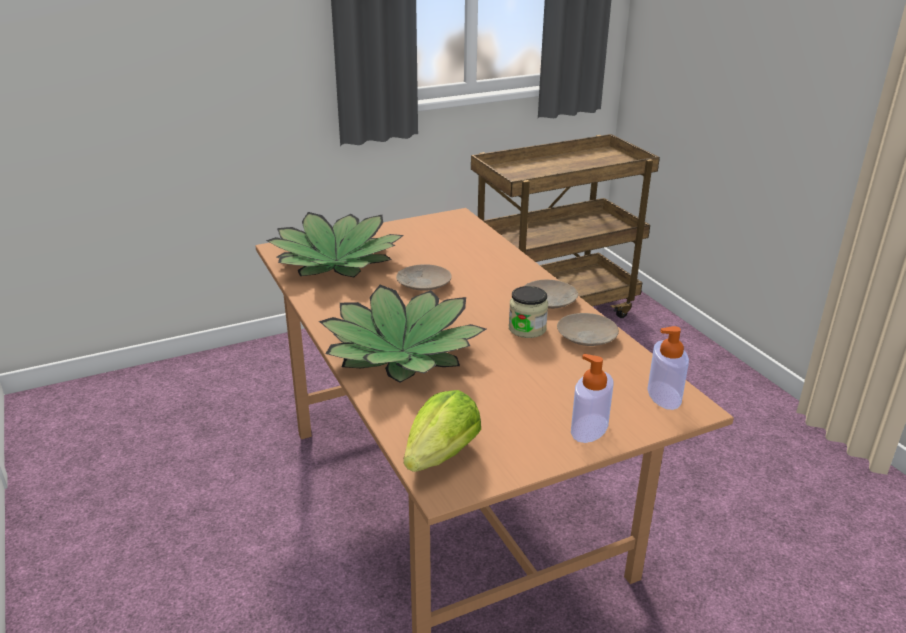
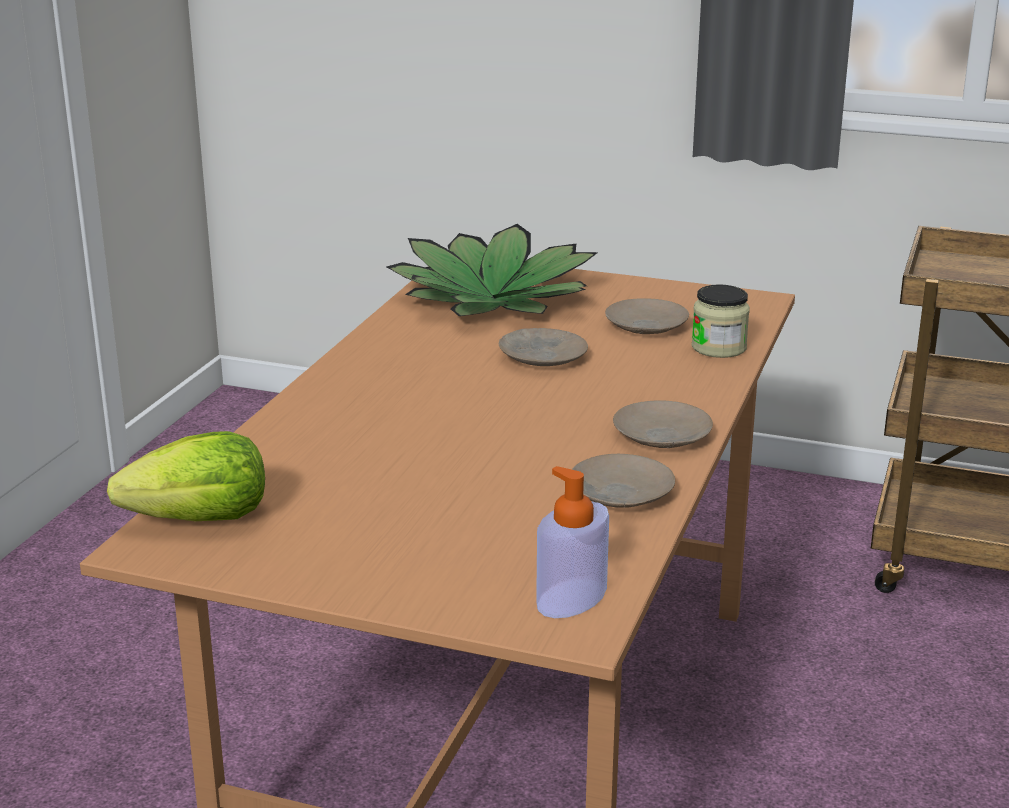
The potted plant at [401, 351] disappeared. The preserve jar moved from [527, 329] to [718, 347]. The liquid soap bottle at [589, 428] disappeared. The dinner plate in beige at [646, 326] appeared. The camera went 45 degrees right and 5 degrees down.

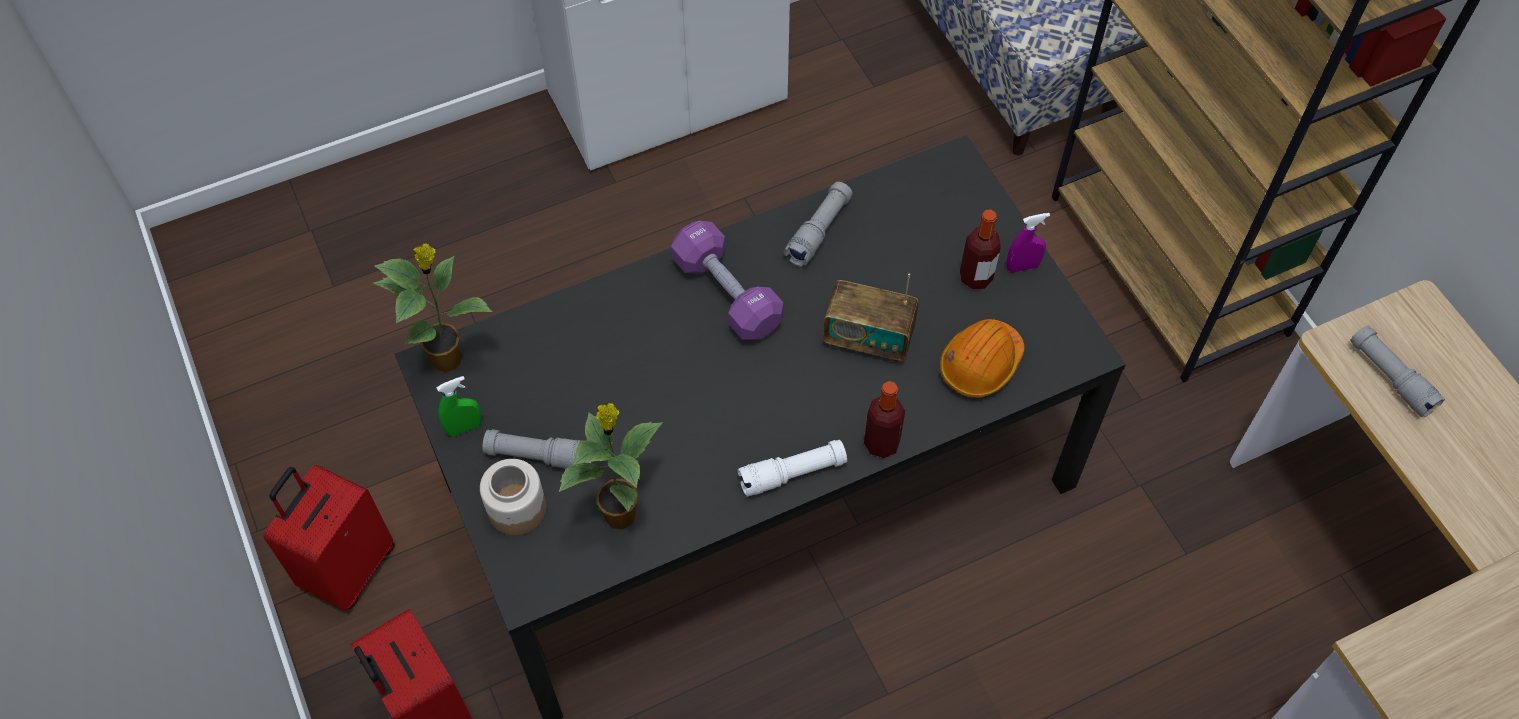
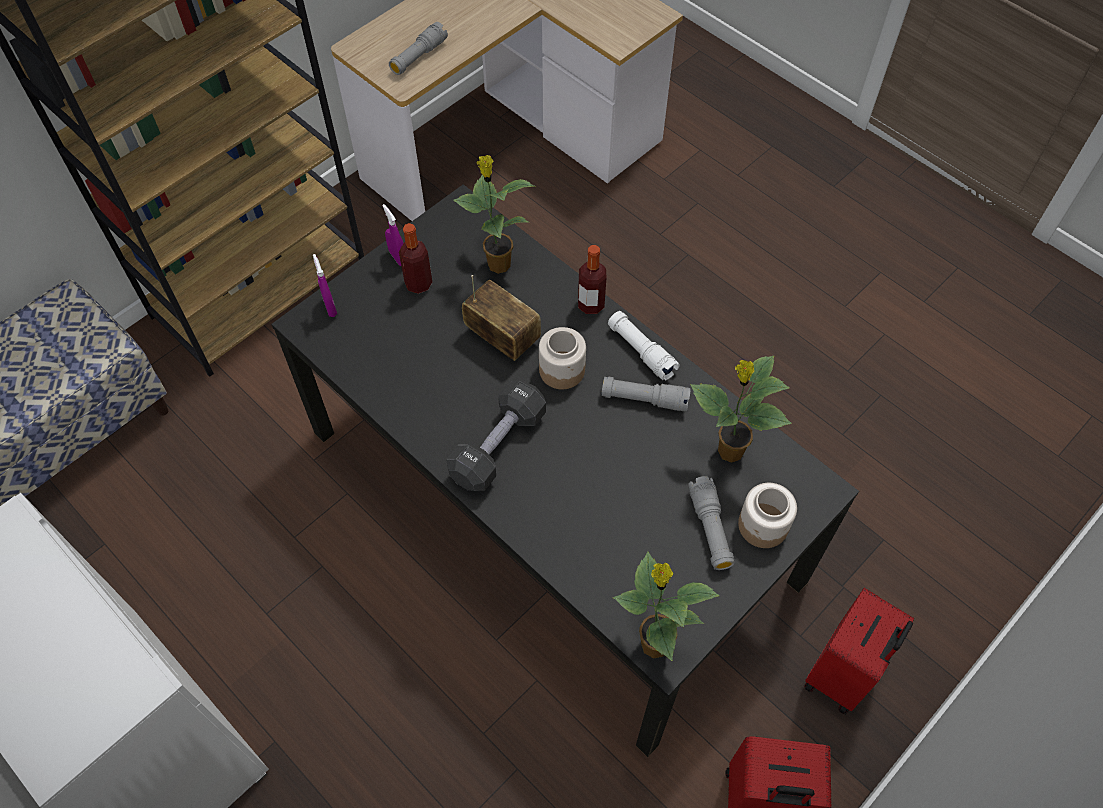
The flashlight in grey moved from [819, 231] to [644, 399]. The hand weight in purple-coloured at [727, 294] became the hand weight in blackish at [498, 446]. The radio set at [868, 338] turned 45 degrees counterclockwise. The work helmet in orangey at [980, 364] was replaced by the potted plant at [497, 263]. The hand sprayer in greenish at [464, 428] disappeared. The hand sprayer in purple-coloured at [330, 307] appeared. The preserve jar at [562, 370] appeared. The camera went 110 degrees left and 0 degrees up.

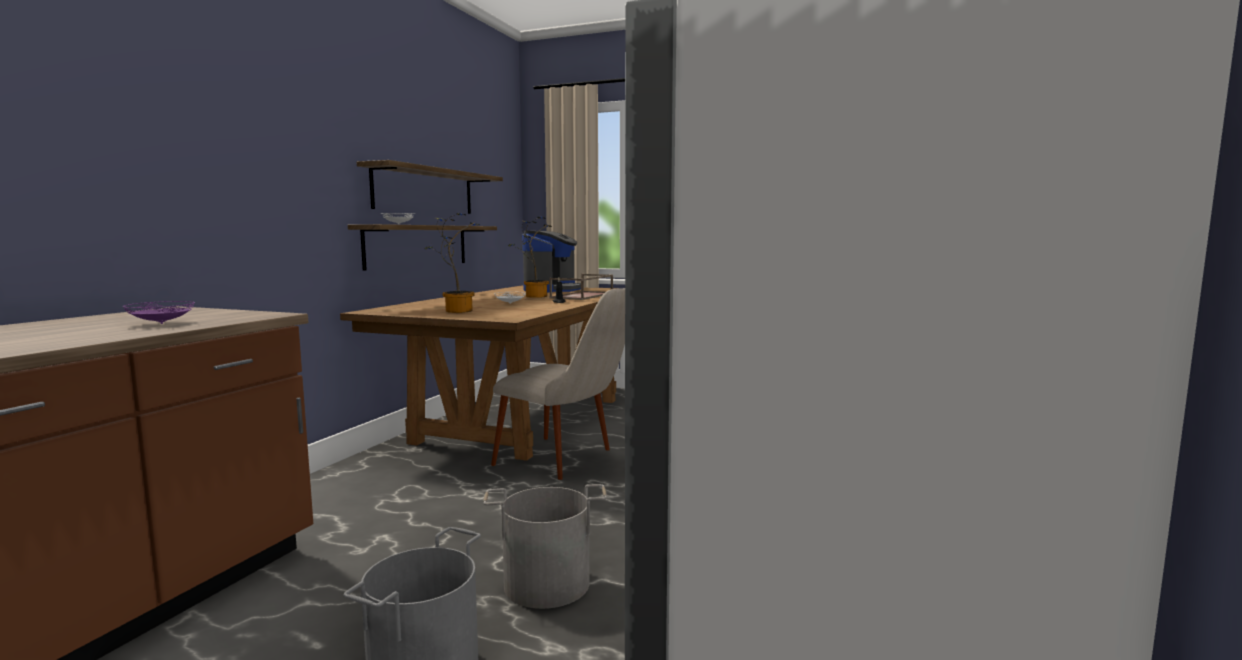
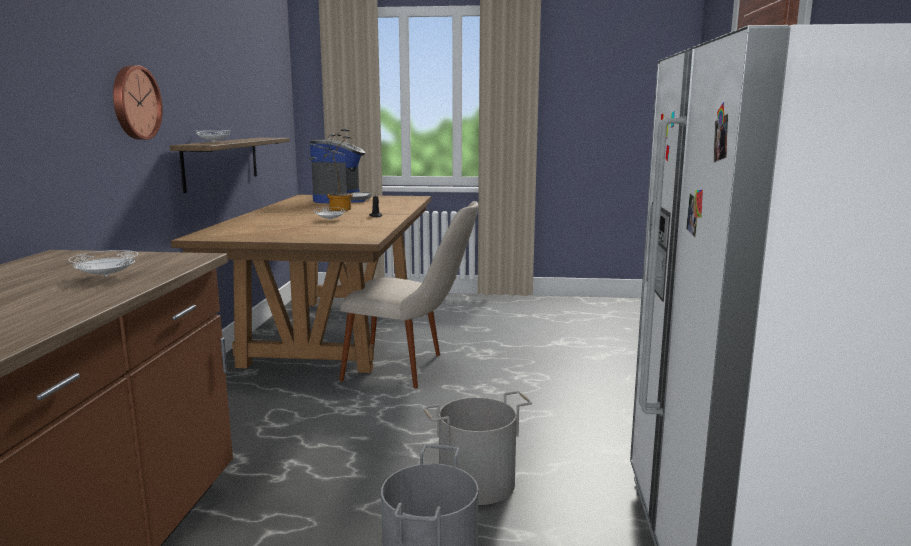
The wall shelf at [425, 191] disappeared. The potted plant at [455, 311] disappeared. The serving tray in brownish at [582, 296] disappeared. The dinner plate in purple-coloured at [161, 323] became the dinner plate in whitish at [106, 276]. The clock on the wall at [134, 103] appeared. The camera went 15 degrees left and 5 degrees up.

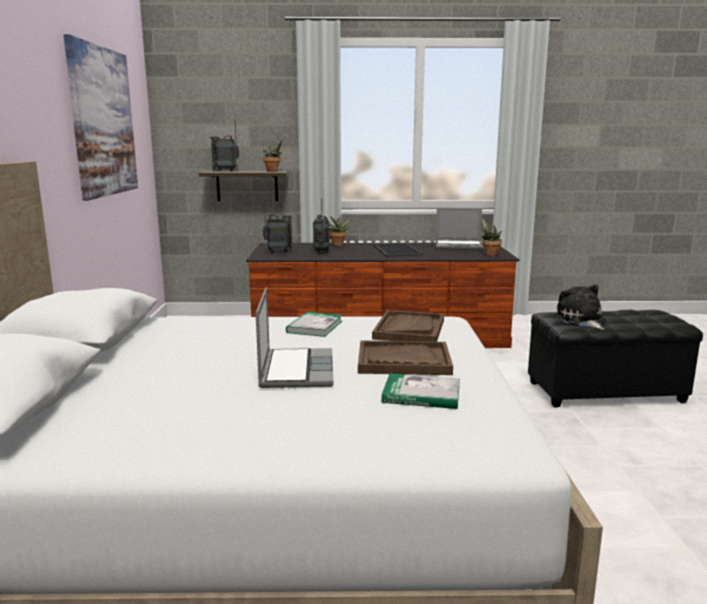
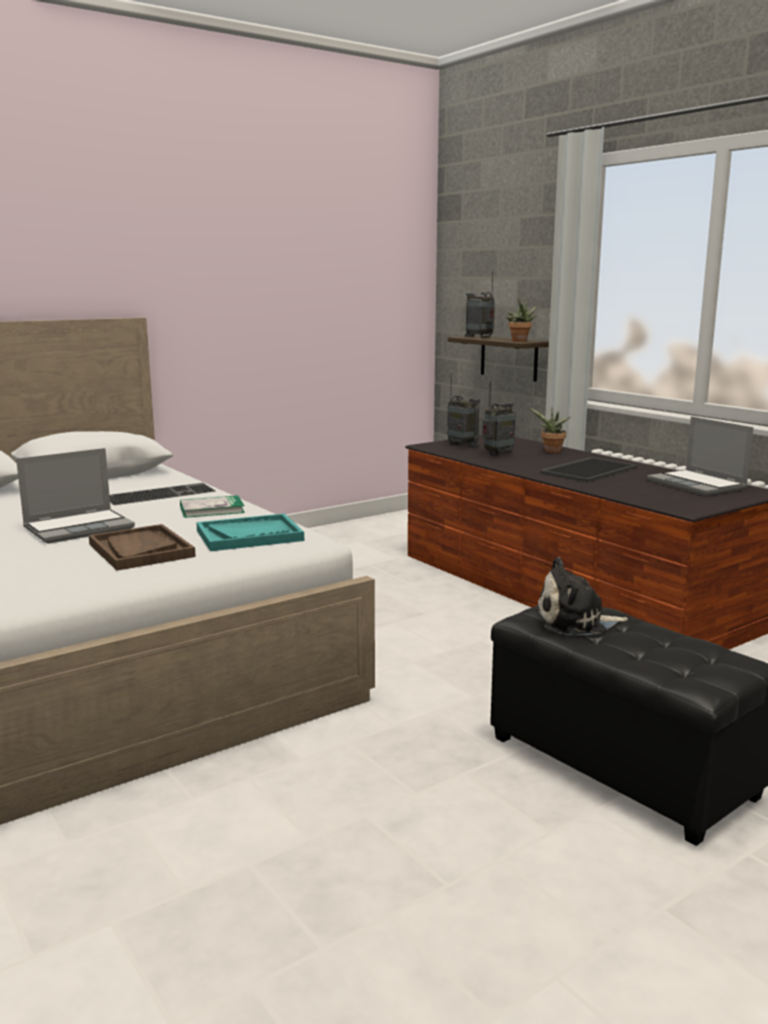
The wall picture at [103, 122] disappeared. The potted plant at [489, 254] disappeared. The cuddly toy at [581, 320] turned 135 degrees counterclockwise. The serving tray in brownish at [409, 329] became the serving tray in turquoise at [249, 535]. The volume at [421, 395] disappeared. The keyboard at [161, 494] appeared. The camera went 55 degrees right and 0 degrees up.

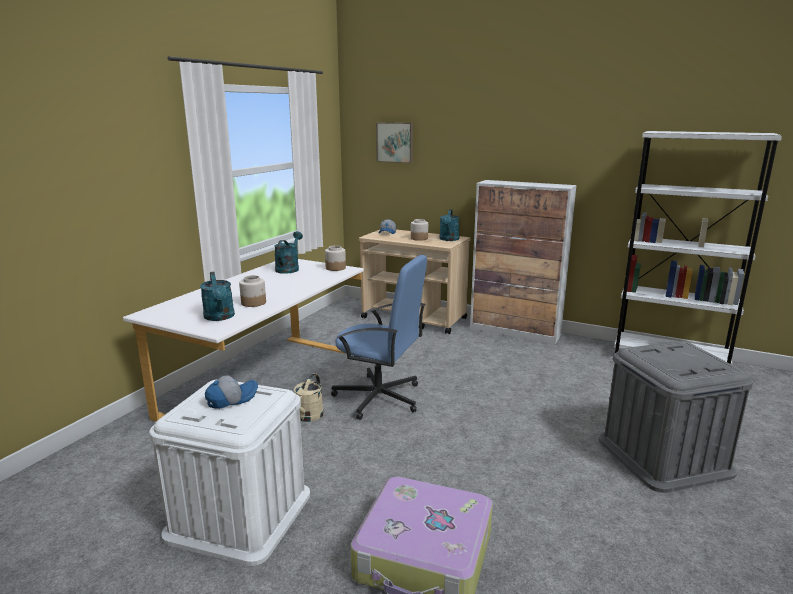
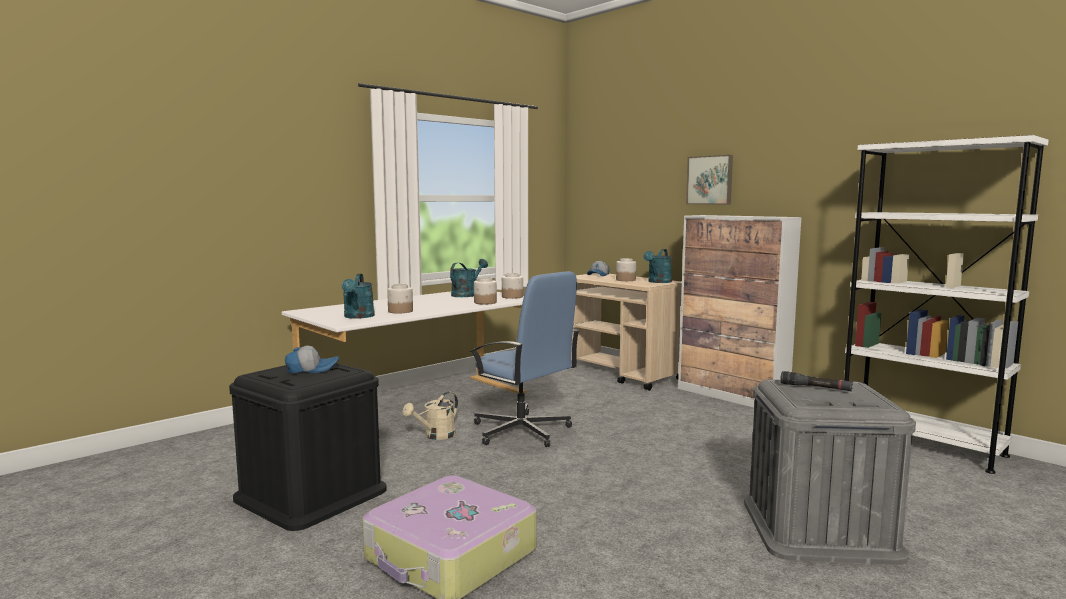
The wall picture moved from [395, 142] to [710, 180]. The storage bin in whitish at [239, 514] became the storage bin in blackish at [311, 494]. The preserve jar at [485, 302] appeared. The flashlight in blackish at [815, 387] appeared. The camera went 20 degrees right and 10 degrees down.

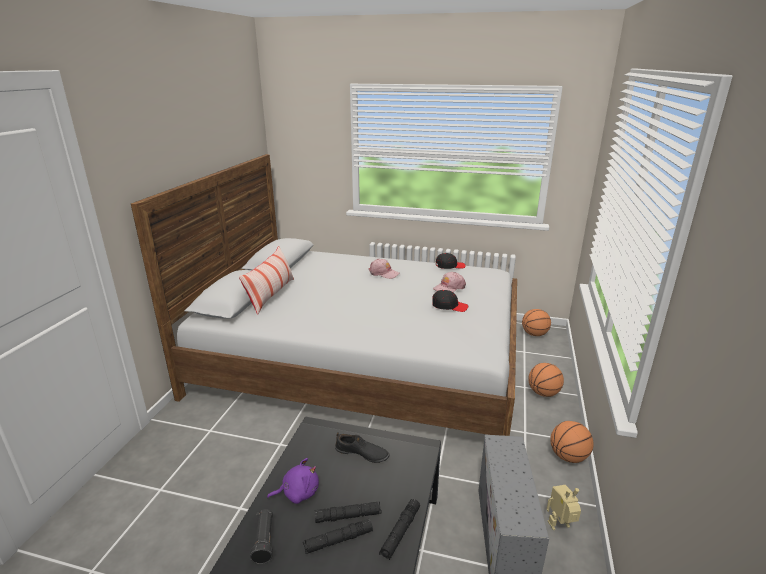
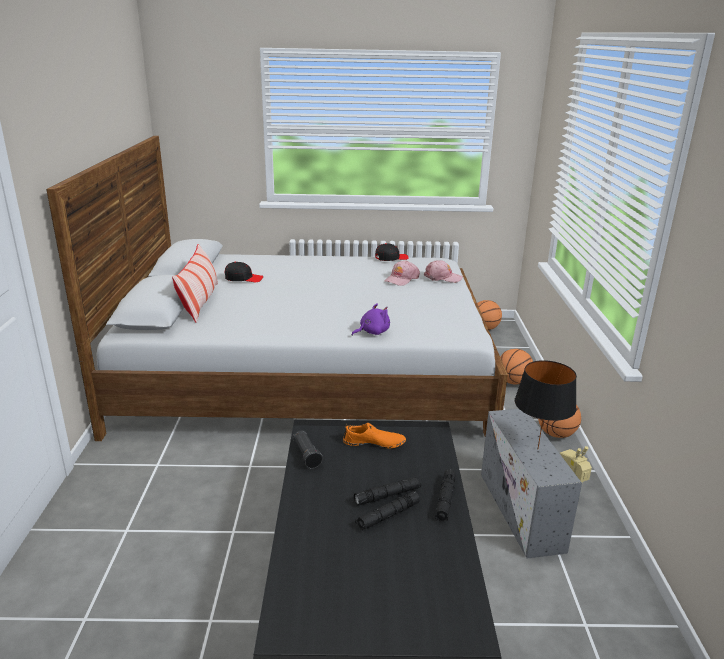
The cap in pink moved from [383, 273] to [442, 277]. The cap in blackish moved from [449, 306] to [243, 278]. The item of footwear in blackish at [362, 454] became the item of footwear in orangey at [374, 443]. The cuddly toy in purple-coloured moved from [298, 492] to [372, 332]. The flashlight in blackish moved from [264, 541] to [306, 455]. The tabletop lamp in blackish at [538, 449] appeared. The camera went 15 degrees left and 0 degrees up.

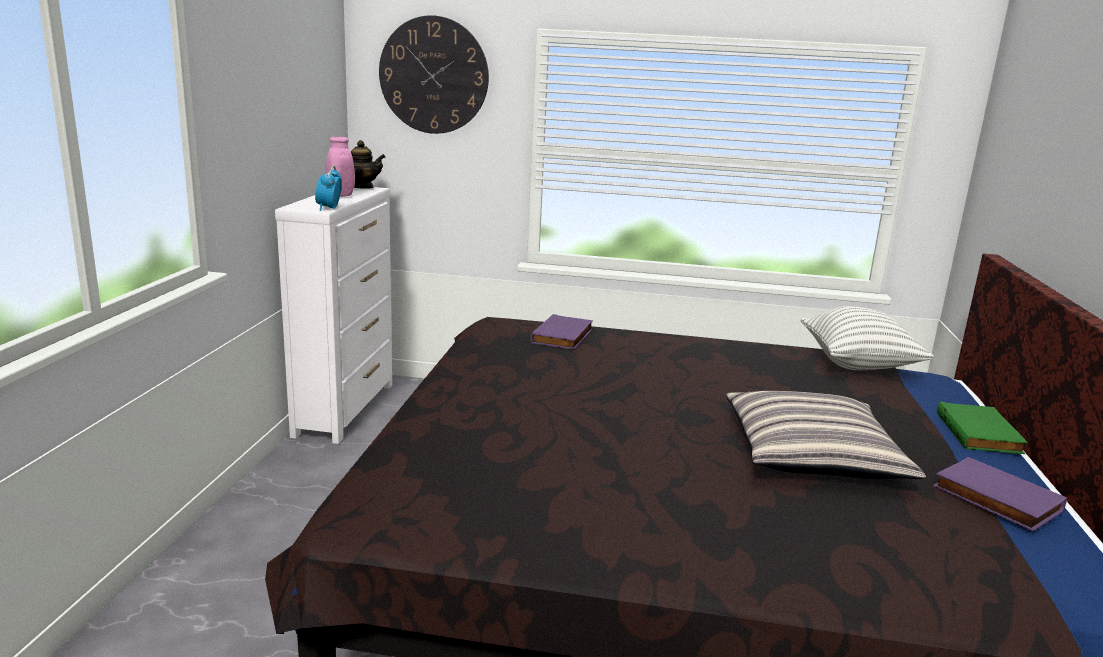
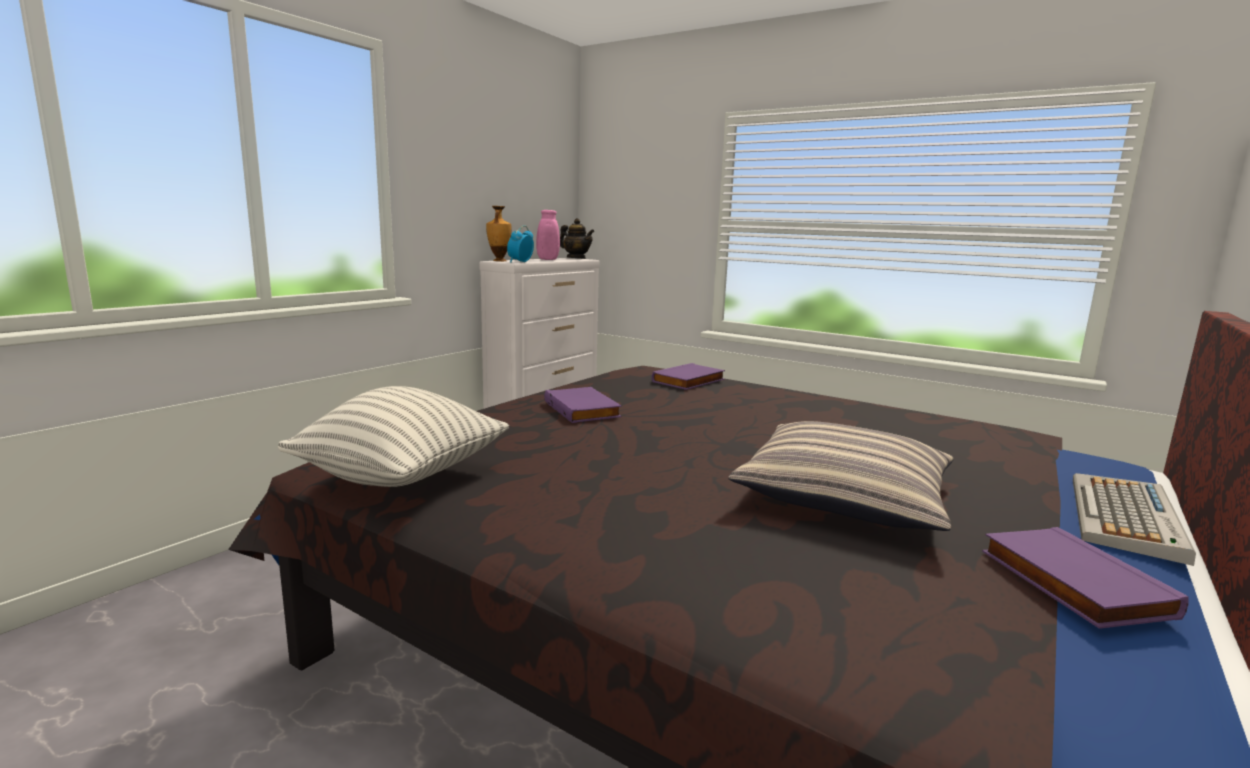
The clock on the wall at [434, 75] disappeared. The pillow moved from [858, 364] to [402, 478]. The volume in greenish at [980, 433] was replaced by the keyboard at [1126, 518]. The decorative vase at [499, 261] appeared. The volume in purple-coloured at [583, 409] appeared. The camera went 25 degrees right and 5 degrees down.

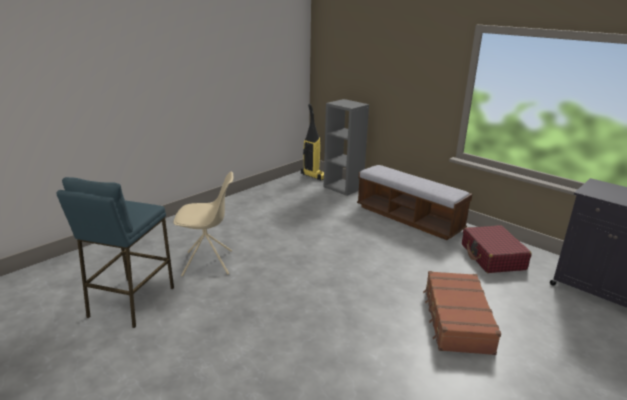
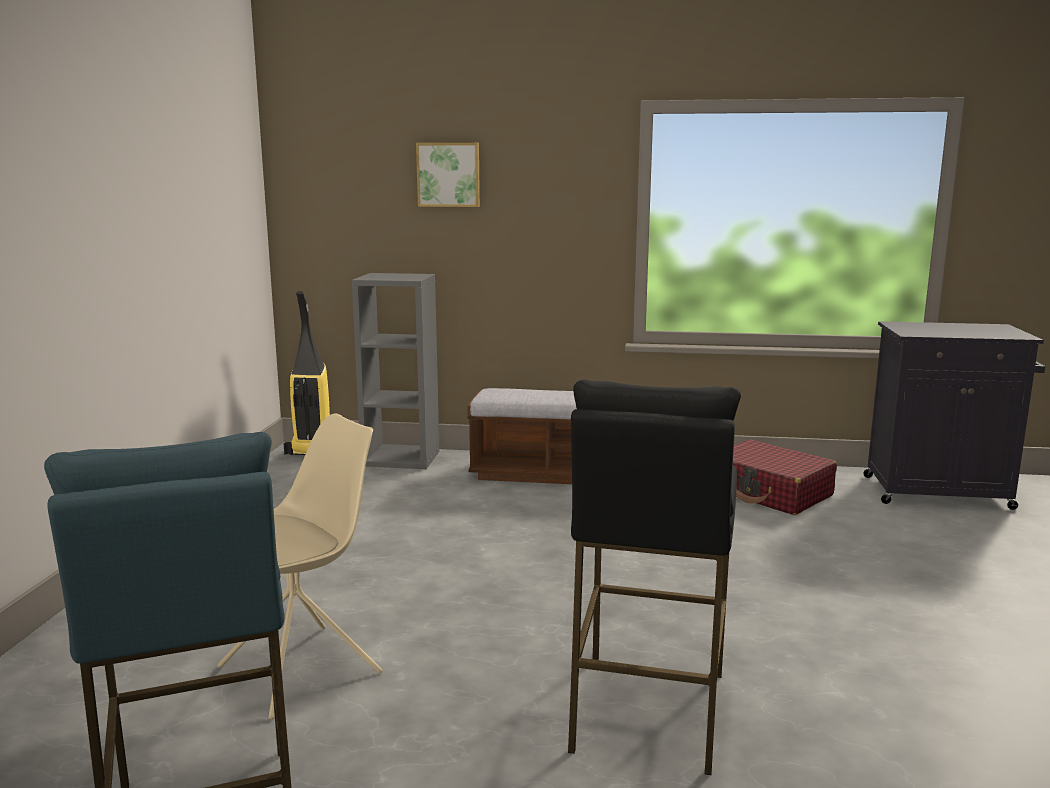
The piece of luggage in brownish at [456, 320] disappeared. The wall picture at [448, 174] appeared. The stool in blackish at [646, 711] appeared. The camera went 35 degrees left and 10 degrees down.

